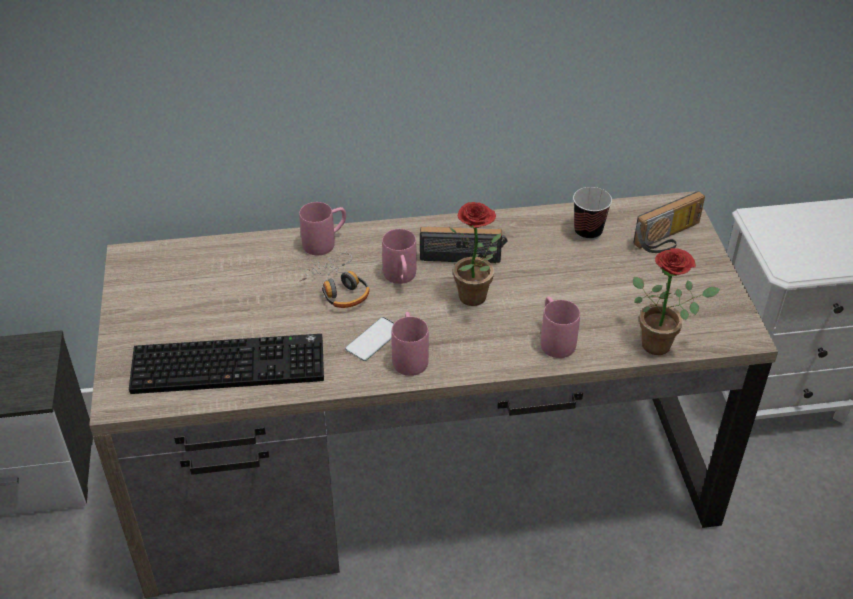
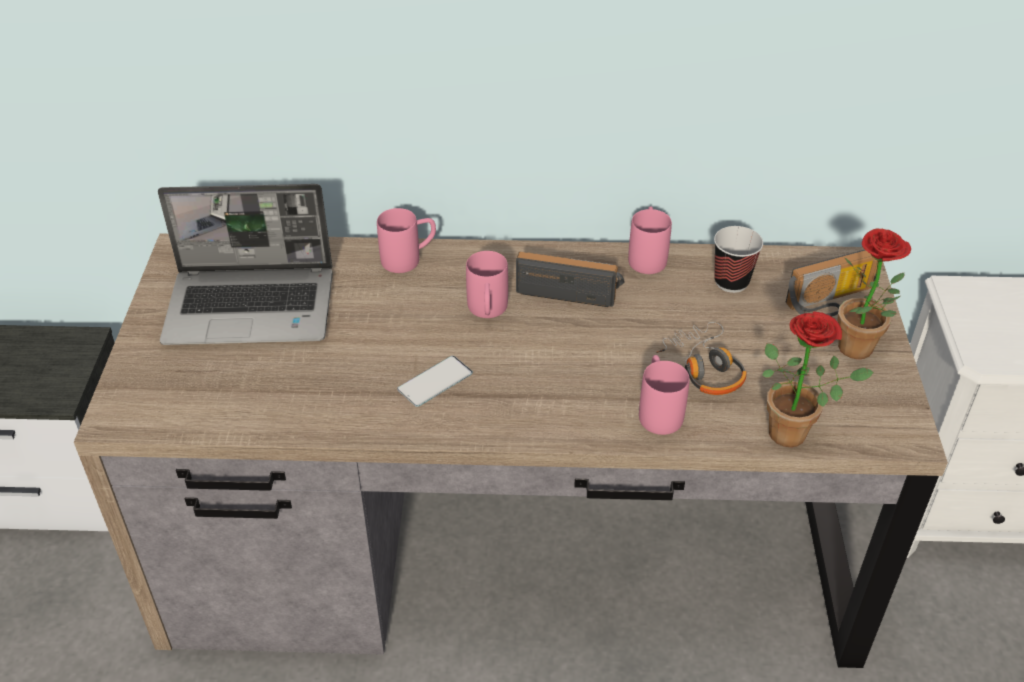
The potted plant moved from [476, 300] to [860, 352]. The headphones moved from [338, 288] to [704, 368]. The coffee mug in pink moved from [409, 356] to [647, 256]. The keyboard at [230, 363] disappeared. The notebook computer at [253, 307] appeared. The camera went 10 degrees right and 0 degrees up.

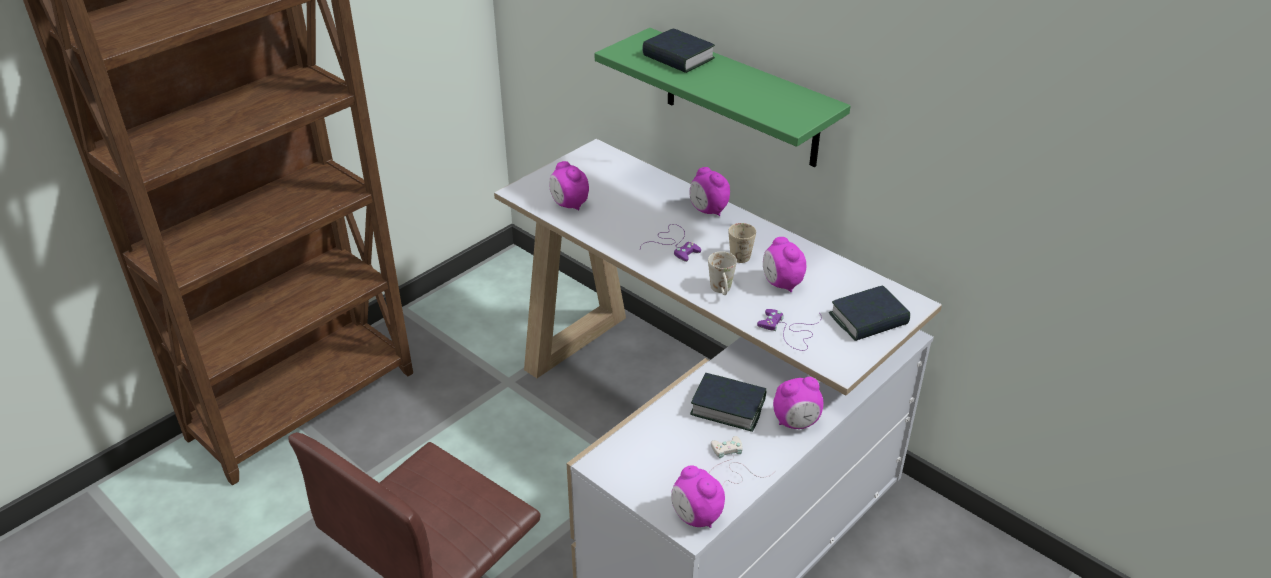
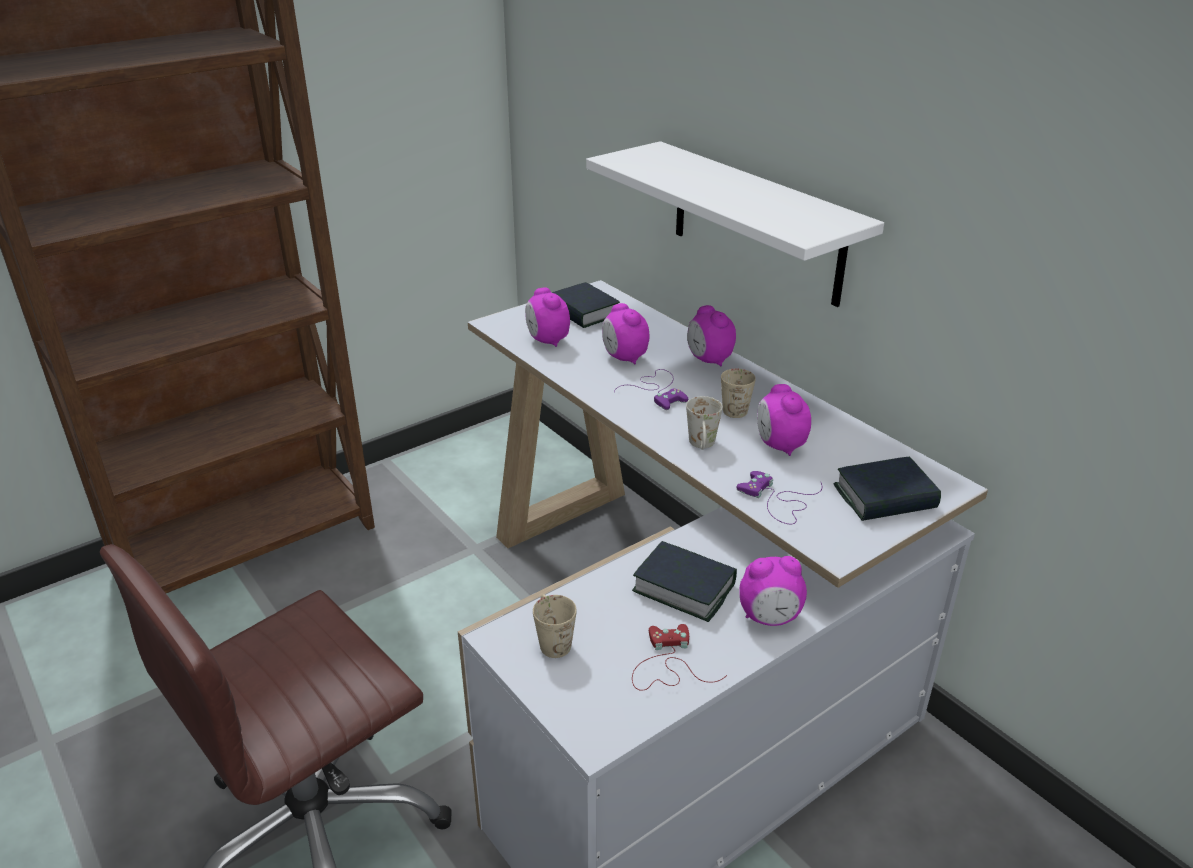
The wall shelf in greenish at [741, 99] became the wall shelf in whitish at [756, 223]. The volume moved from [678, 57] to [583, 312]. The game controller in whitish at [730, 468] became the game controller in red-coloured at [667, 664]. The alarm clock moved from [695, 517] to [624, 358]. The coffee mug in beige at [551, 640] appeared. The camera went 10 degrees right and 5 degrees down.

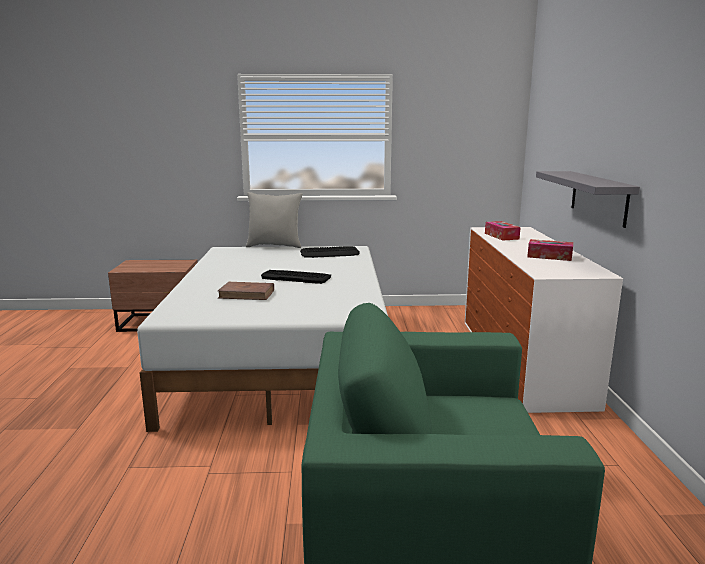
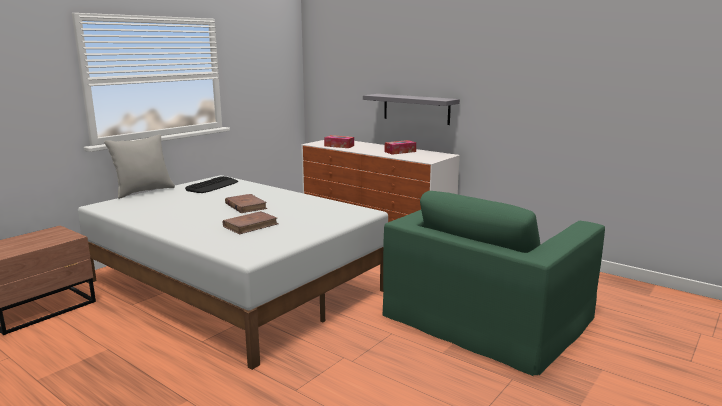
The keyboard at [296, 277] was replaced by the volume in brownish at [245, 206]. The camera went 50 degrees left and 0 degrees up.

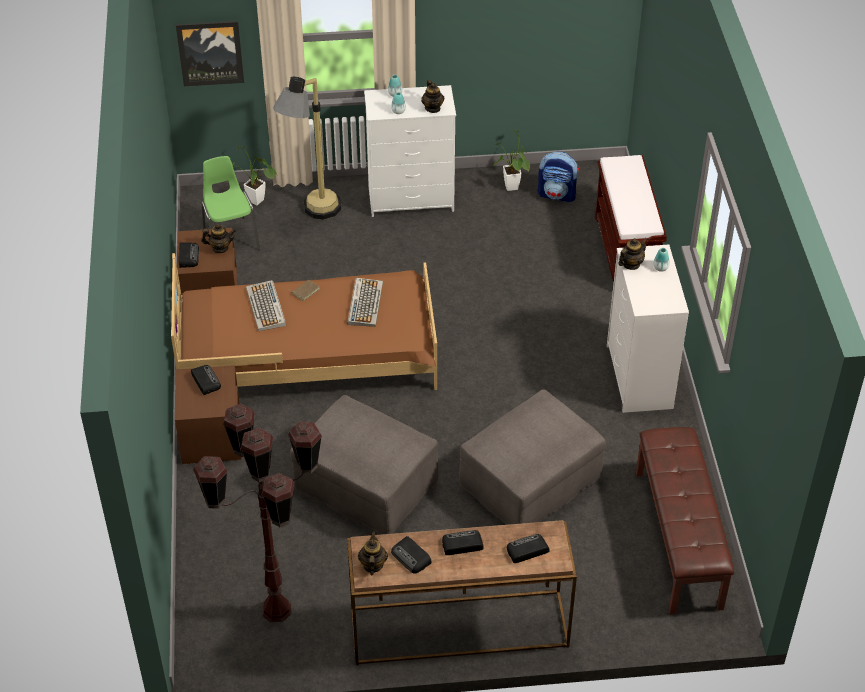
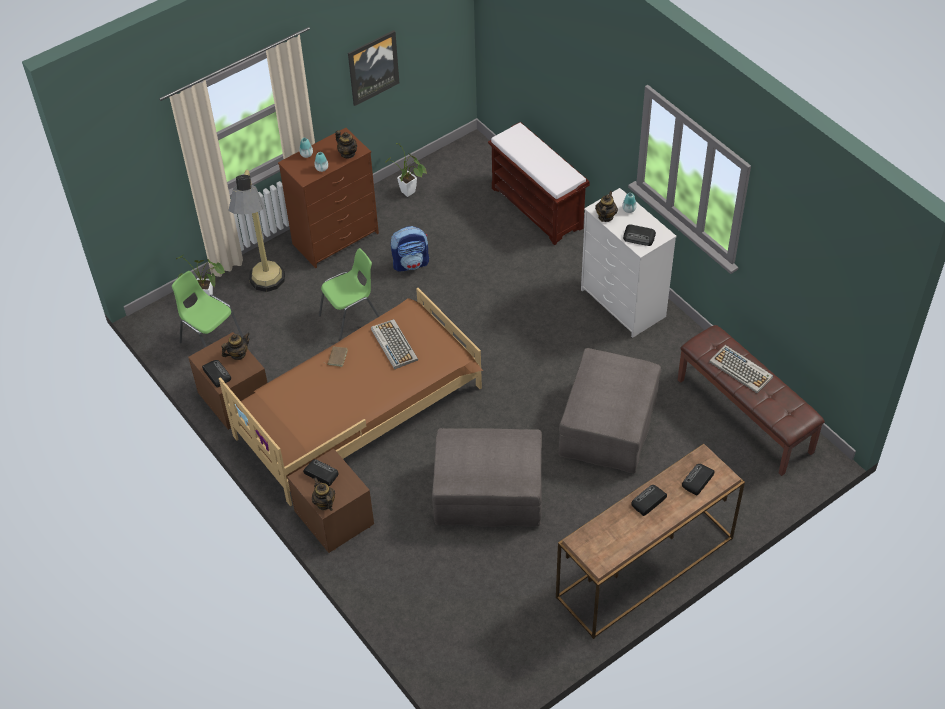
The wall picture moved from [210, 52] to [373, 67]. The drawer chest in whitish at [411, 199] became the drawer chest in brownish at [336, 238]. The backpack moved from [557, 195] to [411, 263]. The keyboard moved from [266, 307] to [741, 370]. The standard lamp in brownish at [275, 609] disappeared. The teapot moved from [372, 565] to [324, 503]. The radio set moved from [411, 557] to [639, 237]. The upright chair in greenish at [351, 318] appeared. The camera went 30 degrees left and 5 degrees up.

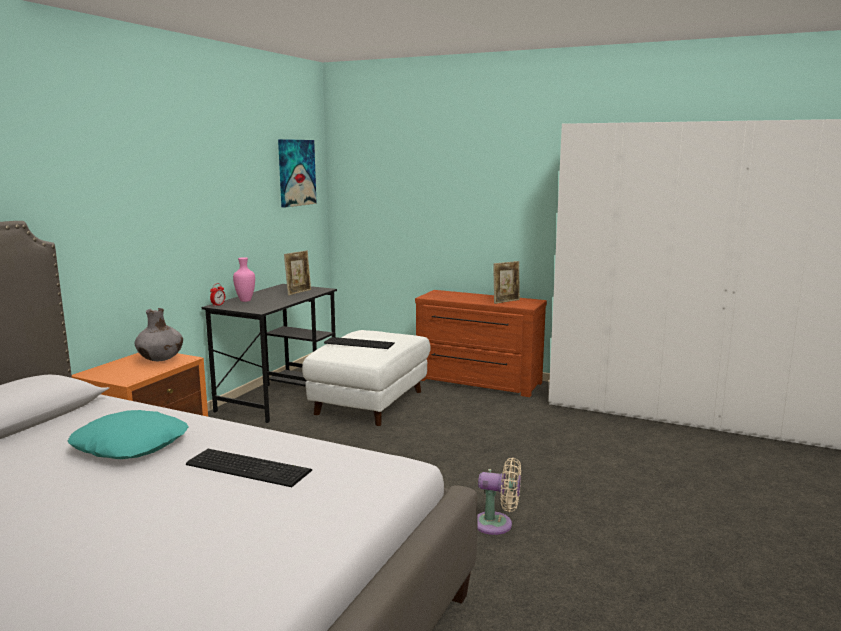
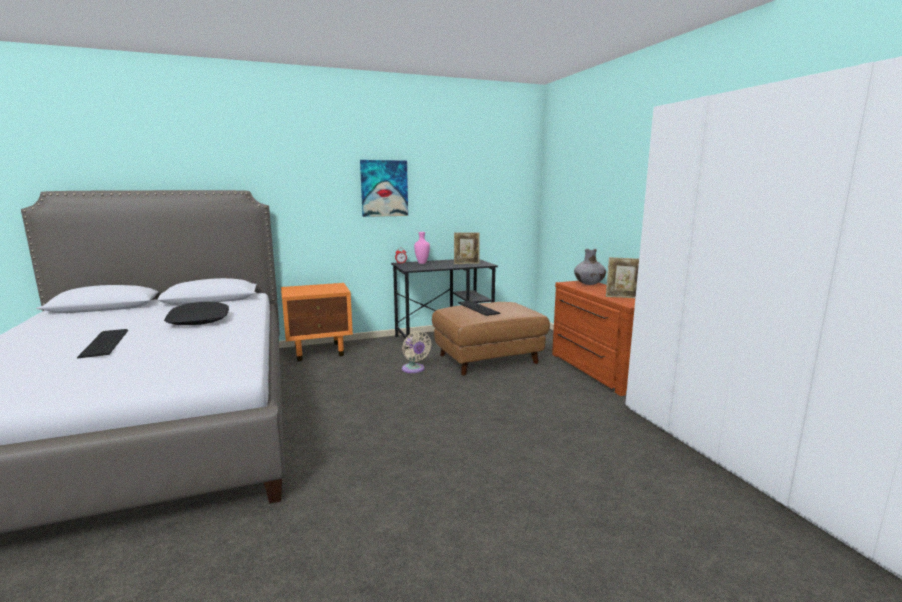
The wall picture moved from [296, 172] to [384, 188]. The decorative vase in grey moved from [161, 360] to [589, 284]. The footrest in whitish at [370, 402] became the footrest in brownish at [488, 359]. The pillow in turquoise at [131, 445] became the pillow in blackish at [199, 320]. The keyboard moved from [248, 466] to [107, 342]. The cooling fan in beige moved from [497, 524] to [414, 369]. The camera went 45 degrees right and 0 degrees up.

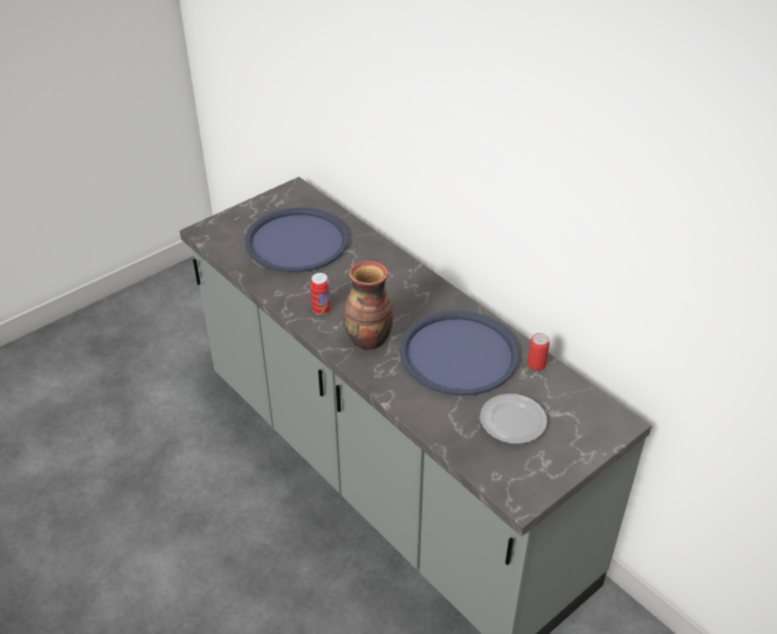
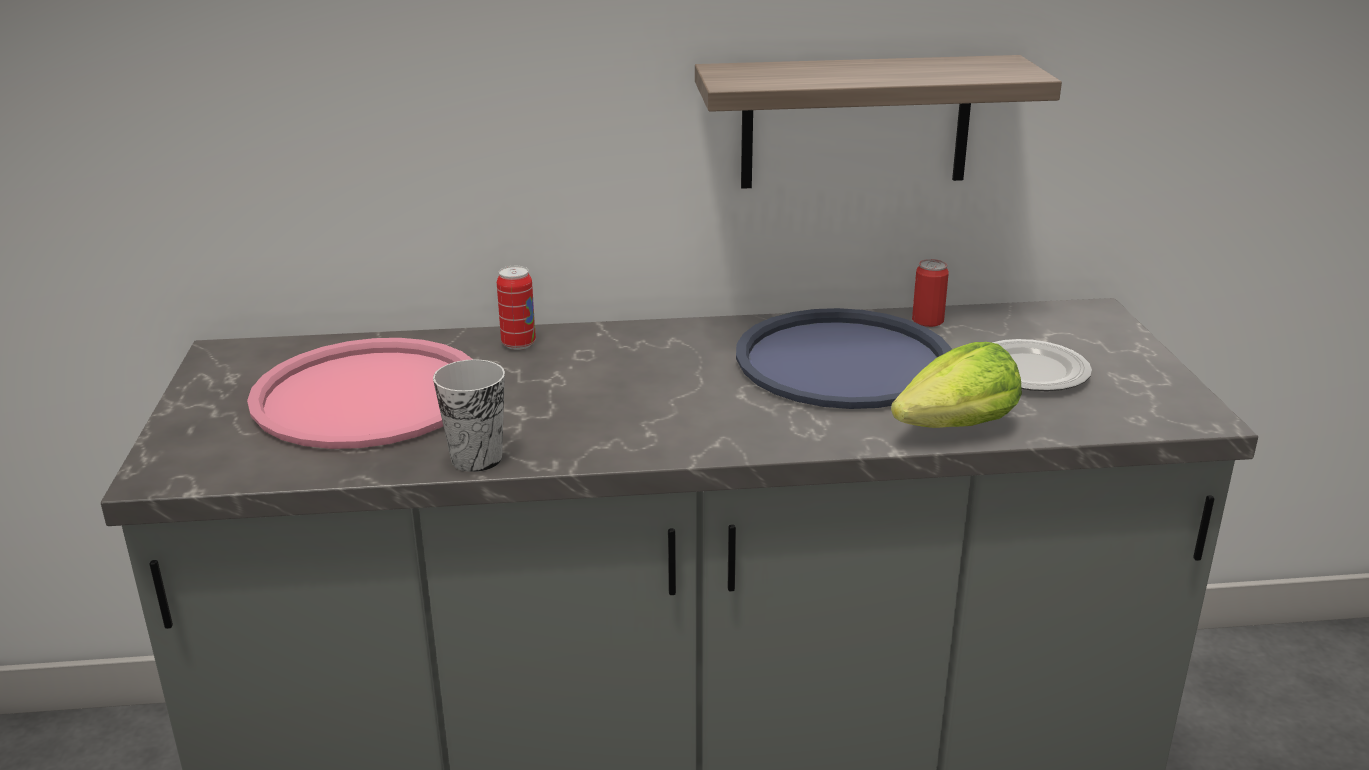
The serving tray in blue-coloured at [296, 241] became the serving tray in pink at [368, 395]. The decorative vase at [368, 340] disappeared. The can moved from [321, 310] to [518, 344]. The wall shelf at [855, 122] appeared. The head of lettuce at [957, 427] appeared. The drinking cup at [476, 458] appeared. The camera went 55 degrees left and 15 degrees down.

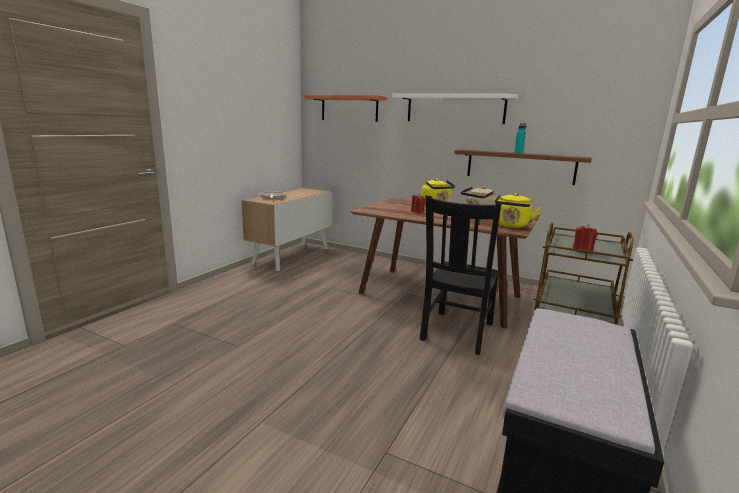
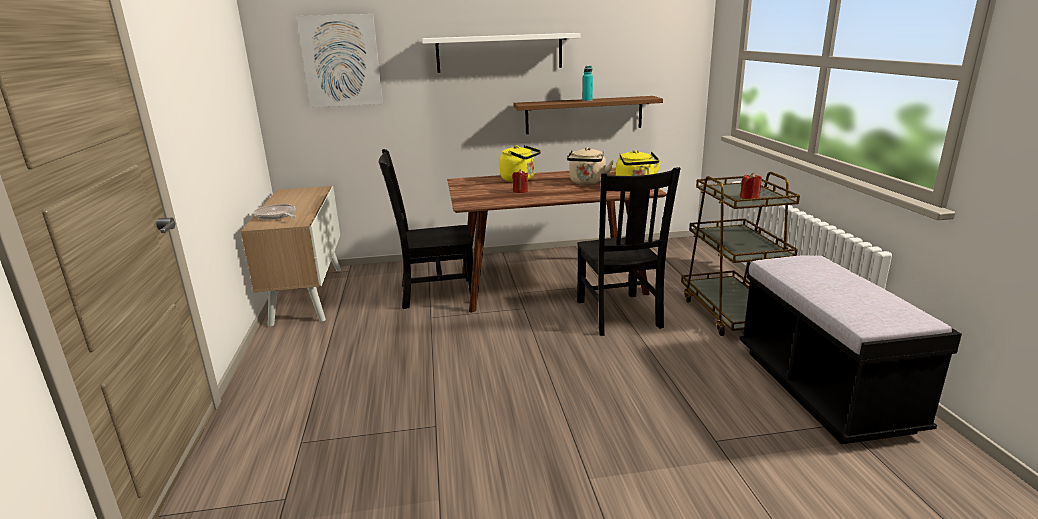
The wall shelf at [349, 108] was replaced by the wall picture at [341, 61]. The upright chair in blackish at [434, 293] appeared. The camera went 35 degrees left and 5 degrees up.

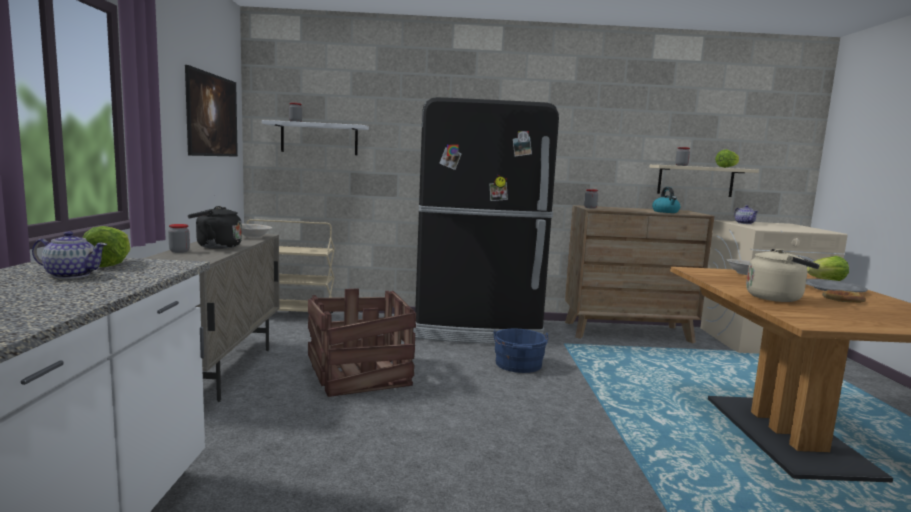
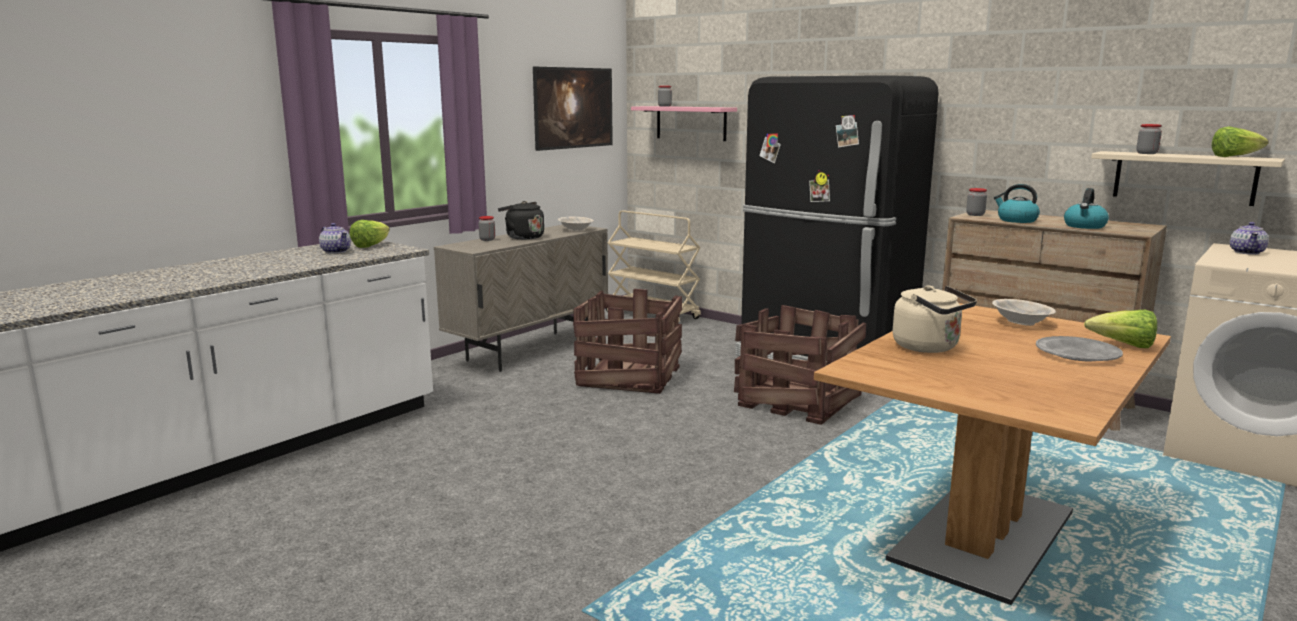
The wall shelf in whitish at [319, 138] became the wall shelf in pink at [691, 123]. The baked bread at [842, 300] disappeared. The water bucket in blue-coloured at [518, 365] was replaced by the crate at [799, 401]. The water kettle at [1016, 220] appeared. The camera went 40 degrees right and 5 degrees up.

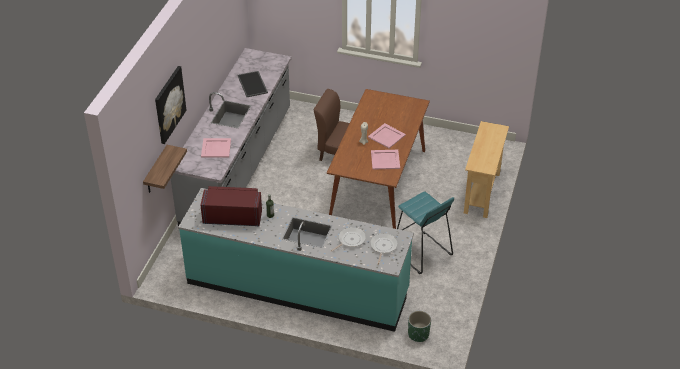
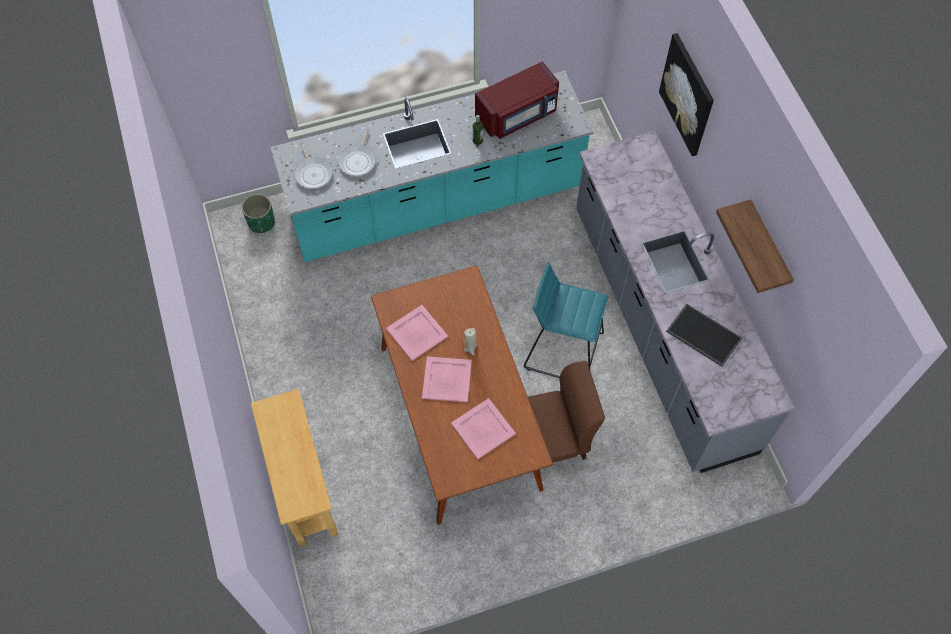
The serving tray in pink moved from [216, 148] to [483, 429]. The wall shelf moved from [156, 170] to [767, 248]. The stool in turquoise moved from [422, 253] to [563, 349]. The camera went 145 degrees right and 20 degrees up.

